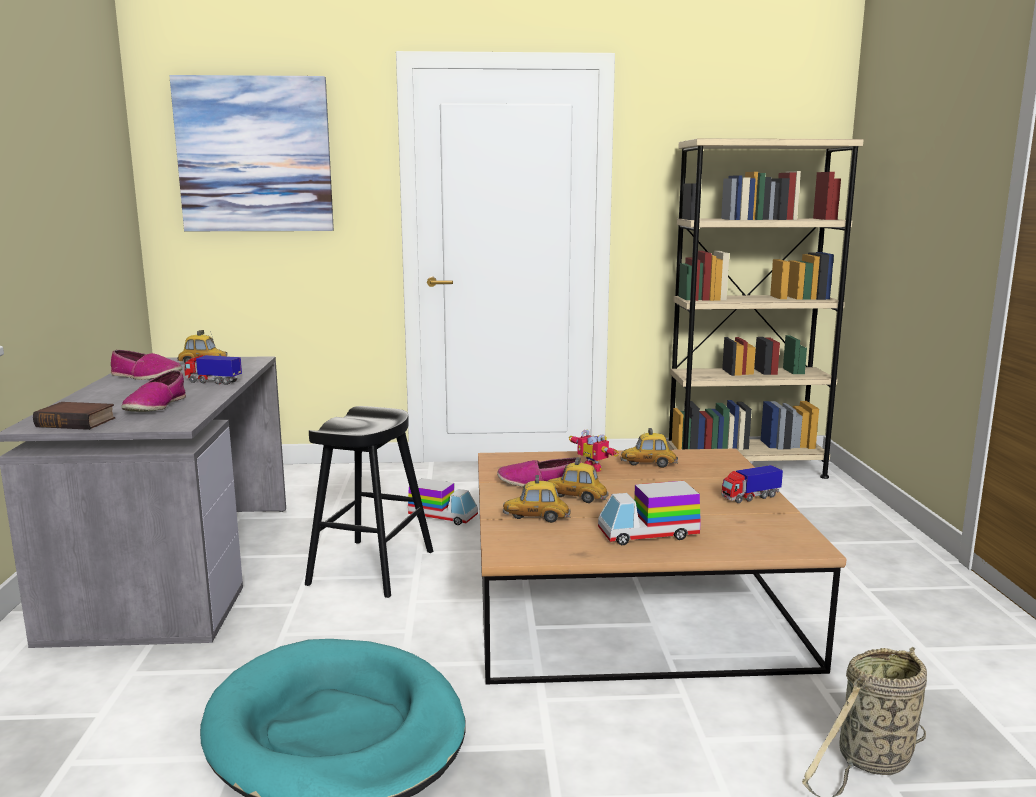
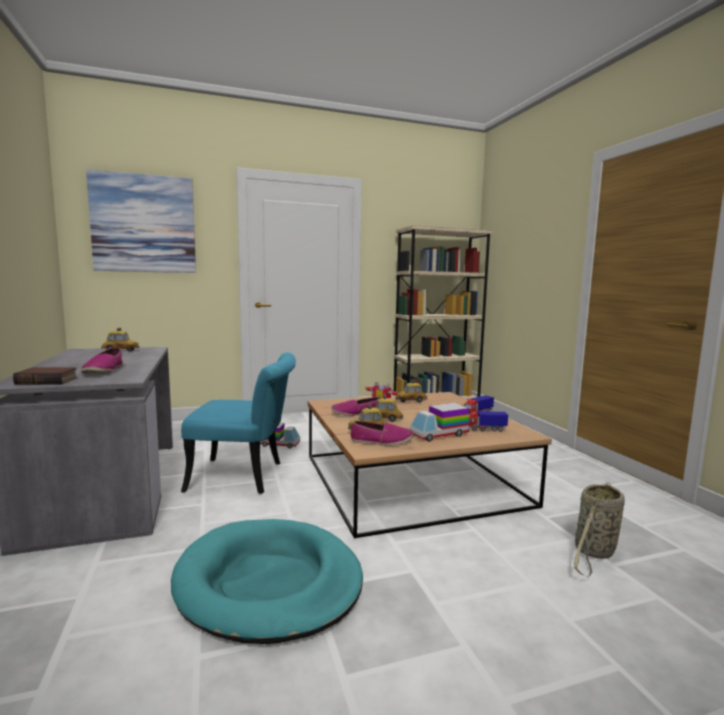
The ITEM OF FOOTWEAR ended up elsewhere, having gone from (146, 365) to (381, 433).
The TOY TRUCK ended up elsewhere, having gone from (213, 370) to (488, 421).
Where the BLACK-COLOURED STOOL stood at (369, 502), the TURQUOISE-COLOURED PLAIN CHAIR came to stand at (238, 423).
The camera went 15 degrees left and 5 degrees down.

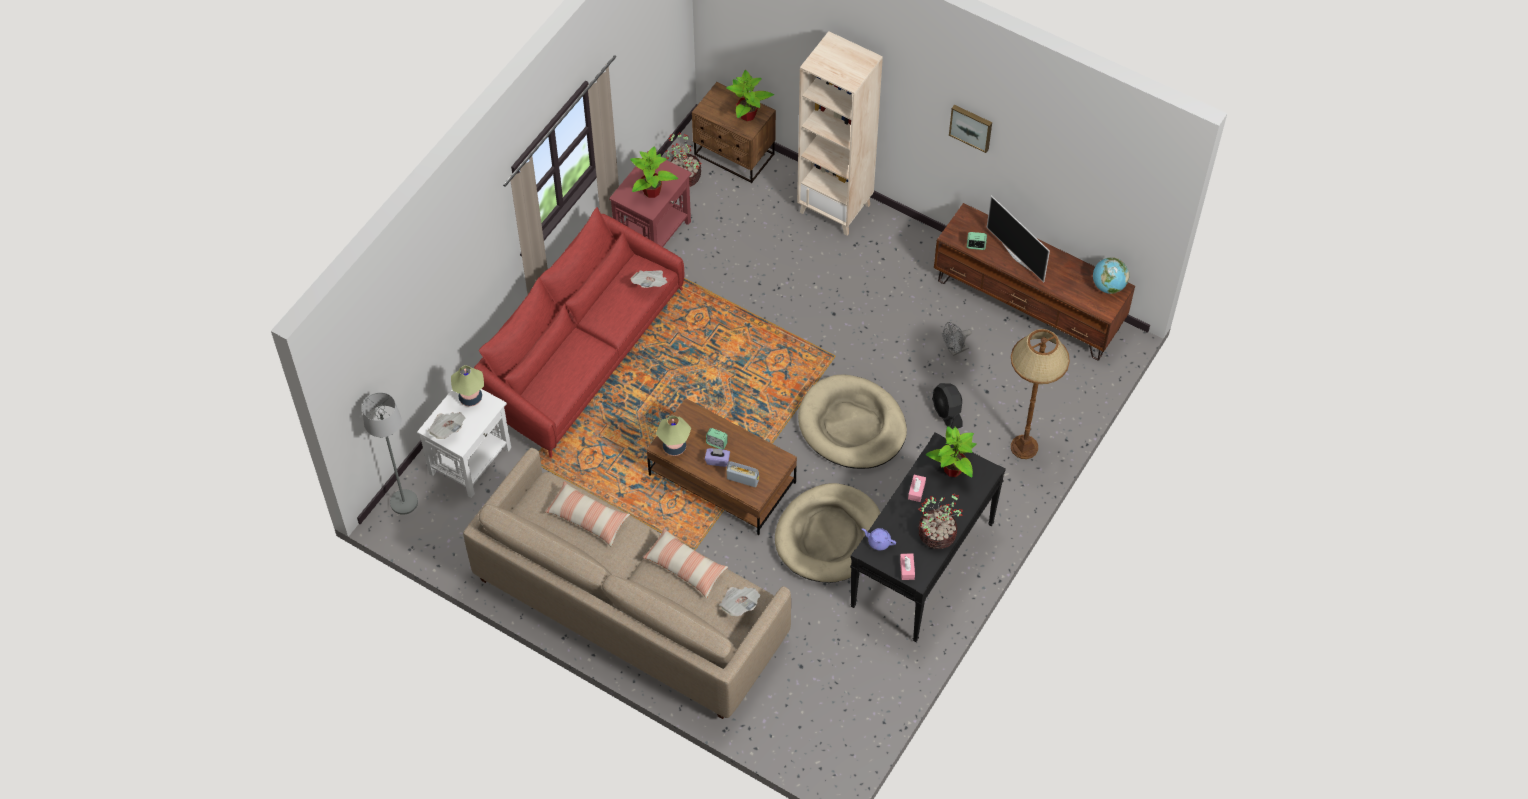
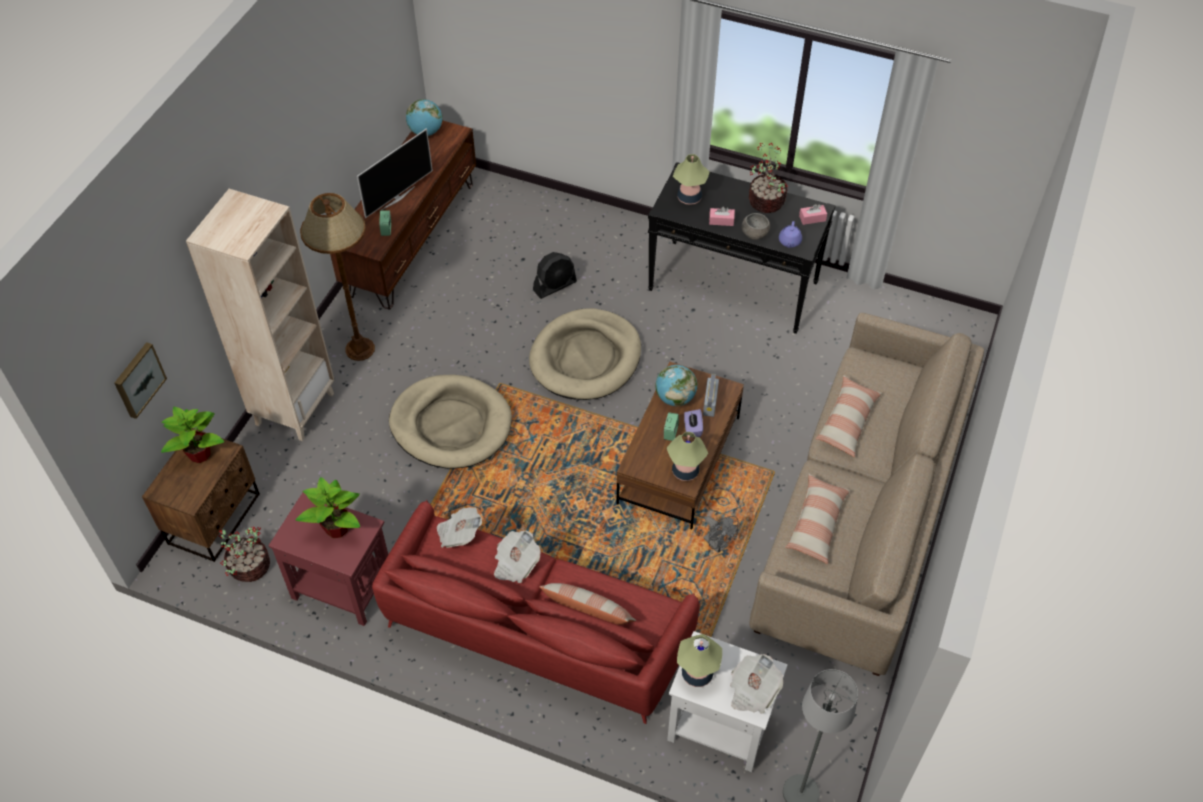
The second view gained the CUSHION at (587, 604).
The second view gained the GLOBE at (676, 385).
The second view gained the GREY DEEP DISH at (756, 226).
The DAILY PAPER ended up elsewhere, having gone from (739, 601) to (517, 557).
The BEIGE DOG CUSHION ended up elsewhere, having gone from (827, 533) to (450, 421).
The GREY ELECTRIC FAN ended up elsewhere, having gone from (957, 339) to (721, 534).
The WALL ART ended up elsewhere, having gone from (970, 129) to (141, 380).
The BROWN-COLOURED STANDARD LAMP ended up elsewhere, having gone from (1040, 394) to (337, 277).
Where the POTTED PLANT stood at (951, 452), the TABLE LAMP came to stand at (691, 179).
The camera went 100 degrees left and 5 degrees down.

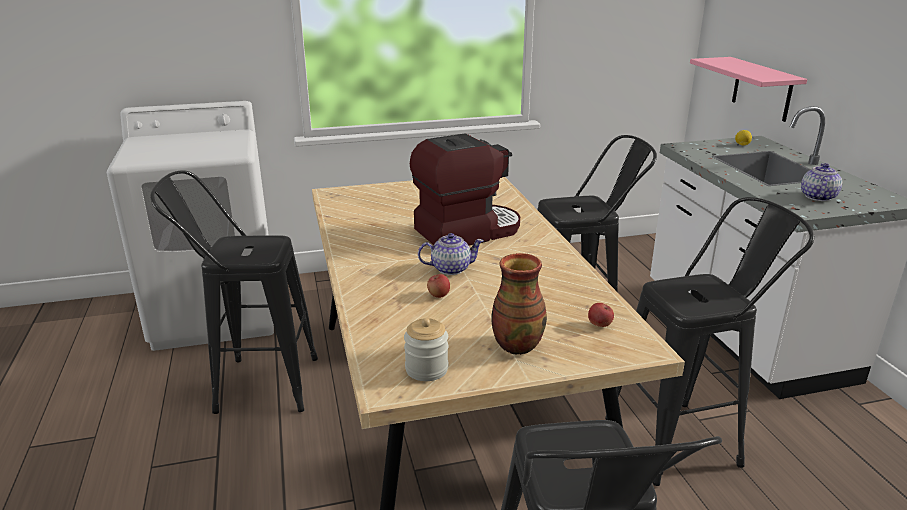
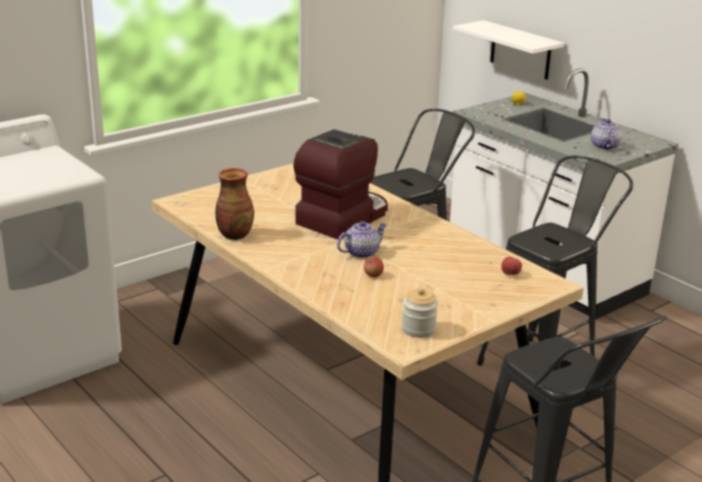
The second view lost the BLACK-COLOURED STOOL at (234, 292).
The DECORATIVE VASE ended up elsewhere, having gone from (519, 304) to (234, 204).
What was the PINK-COLOURED WALL SHELF at (748, 89) turned into the WHITISH WALL SHELF at (508, 50).
The camera went 25 degrees left and 0 degrees up.

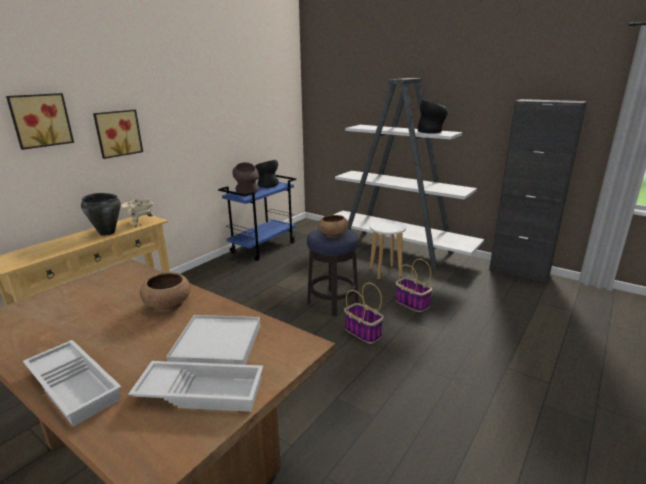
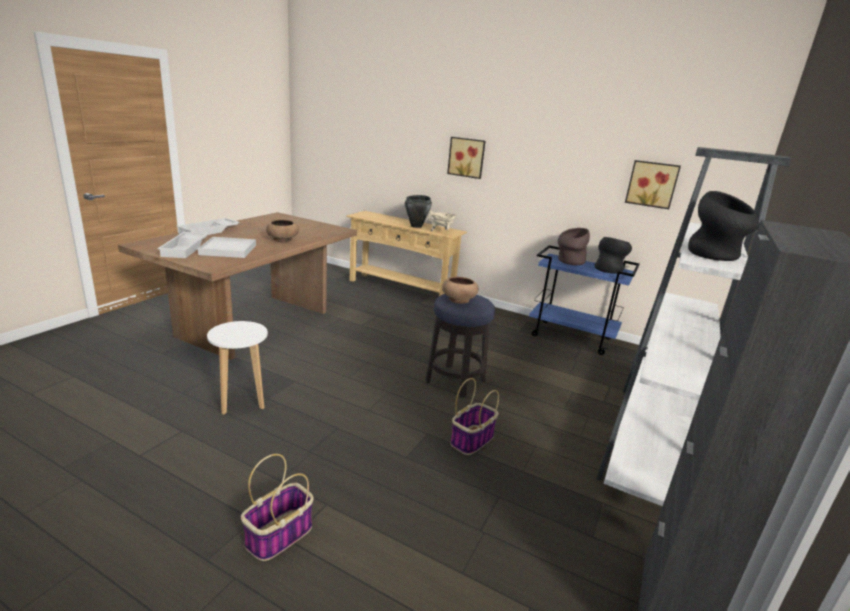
The WALL ART ended up elsewhere, having gone from (40, 121) to (653, 184).
The BASKET ended up elsewhere, having gone from (364, 313) to (277, 507).
The WHITISH STOOL ended up elsewhere, having gone from (388, 249) to (237, 368).
The camera went 80 degrees right and 0 degrees up.

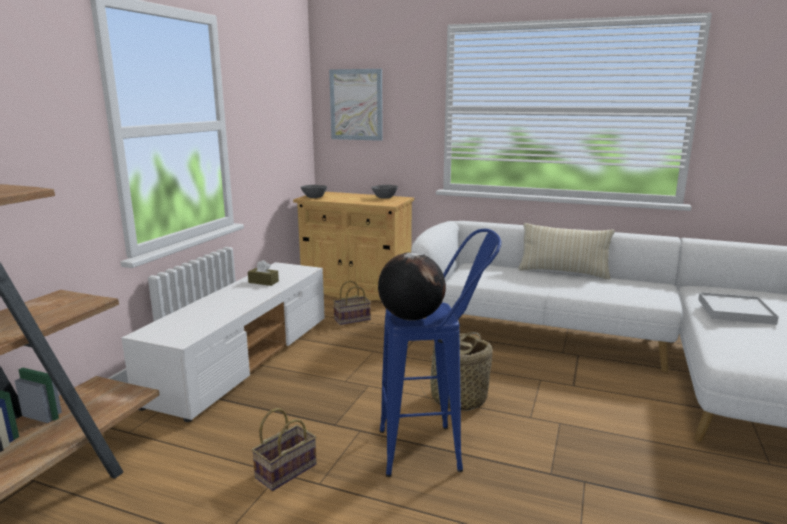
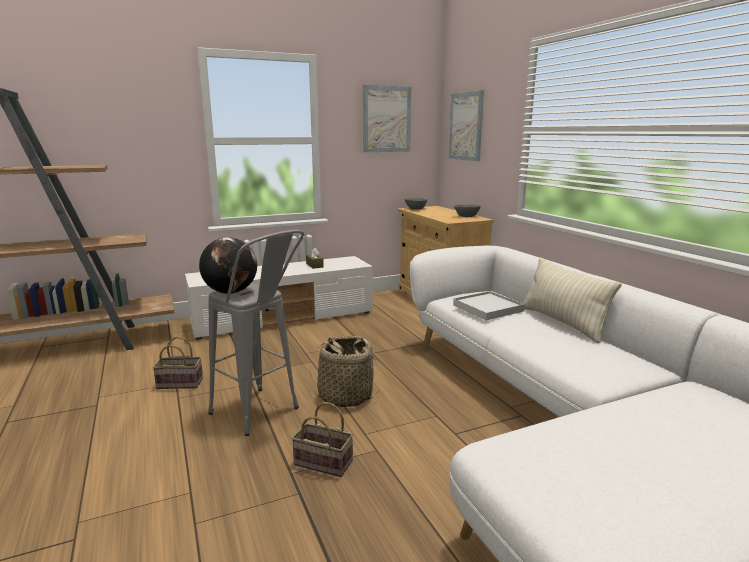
The second view gained the WALL ART at (387, 118).
The BASKET ended up elsewhere, having gone from (352, 303) to (322, 439).
The WHITISH CARRYING TRAY ended up elsewhere, having gone from (738, 308) to (488, 305).
What was the BLUE STOOL at (441, 353) turned into the GREY STOOL at (256, 333).
The camera went 45 degrees right and 0 degrees up.

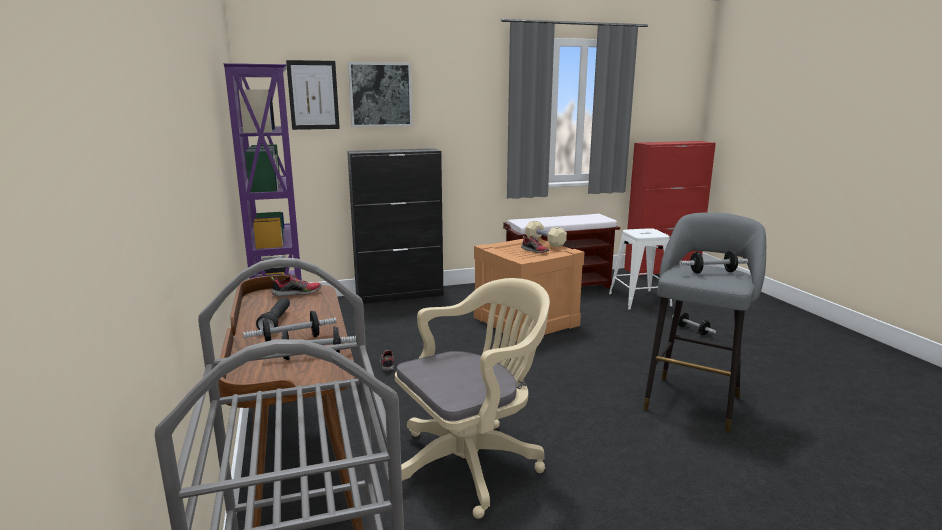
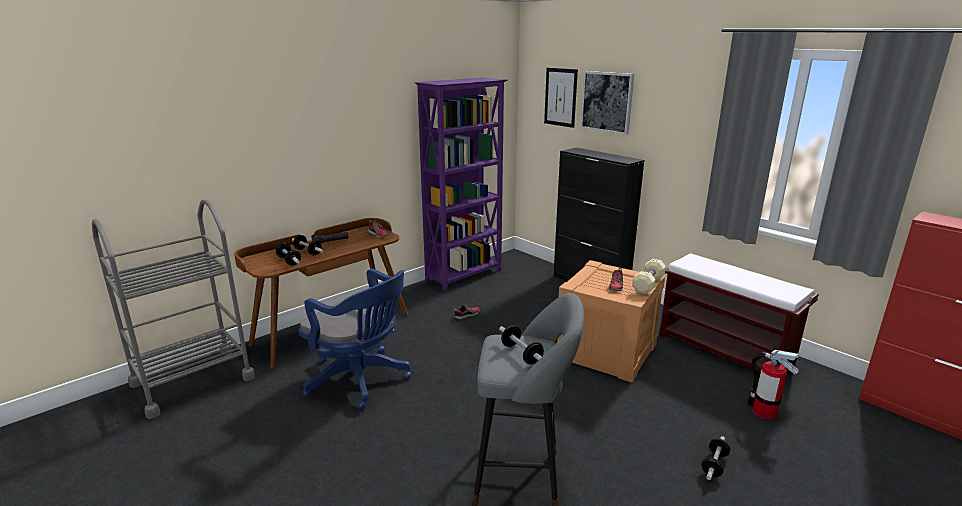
Where the WHITISH STOOL stood at (640, 269), the FIRE EXTINGUISHER came to stand at (773, 384).
What was the BEIGE OFFICE CHAIR at (472, 398) turned into the BLUE OFFICE CHAIR at (355, 339).
The camera went 65 degrees right and 5 degrees up.

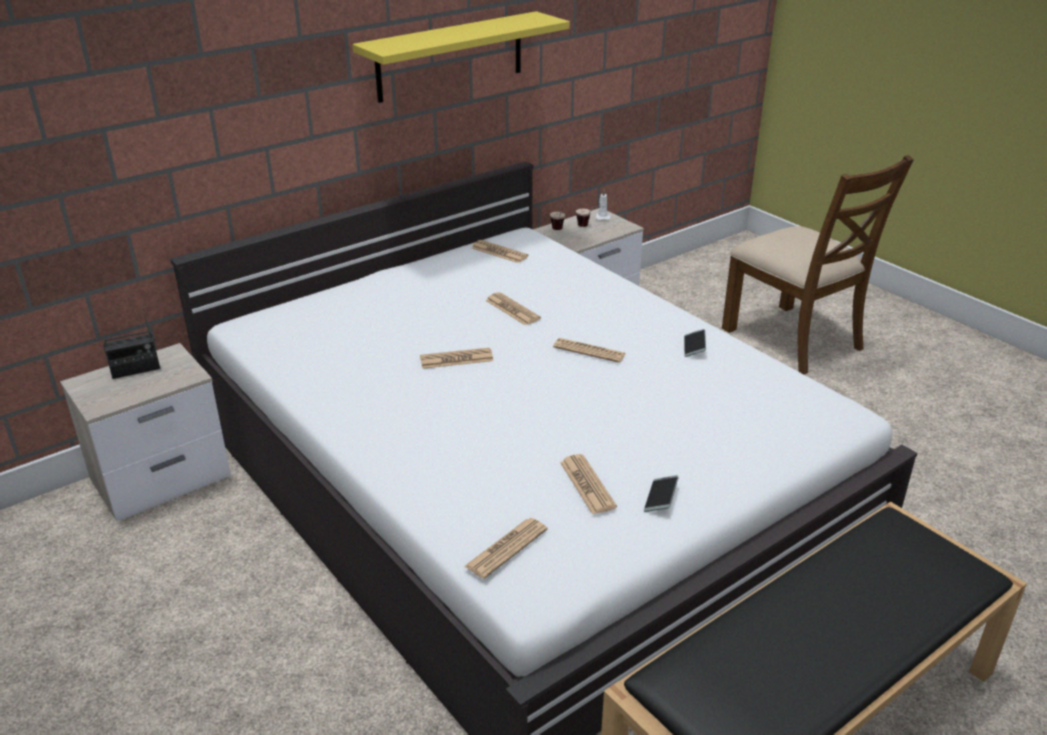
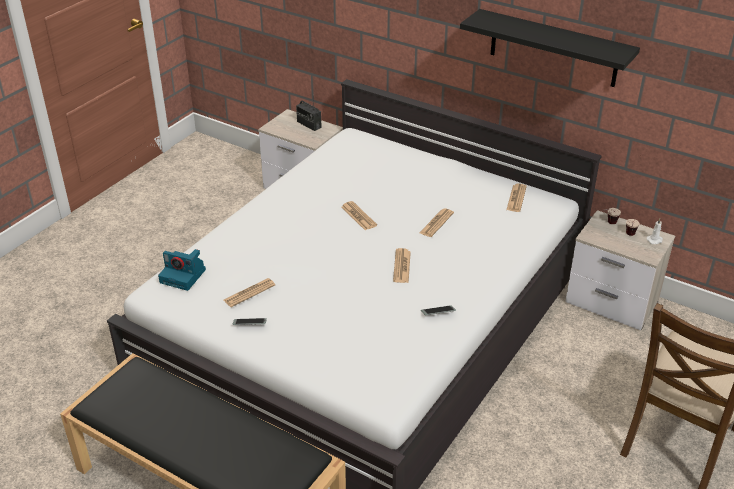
Where the DAILY PAPER stood at (505, 548), the STILL CAMERA came to stand at (182, 270).
What was the YELLOWISH WALL SHELF at (461, 57) turned into the BLACK-COLOURED WALL SHELF at (550, 48).
The camera went 70 degrees right and 5 degrees up.

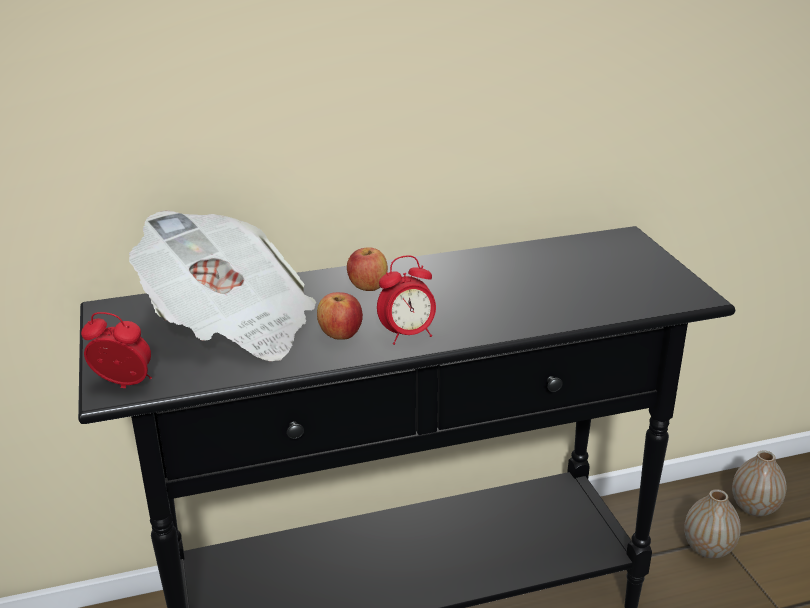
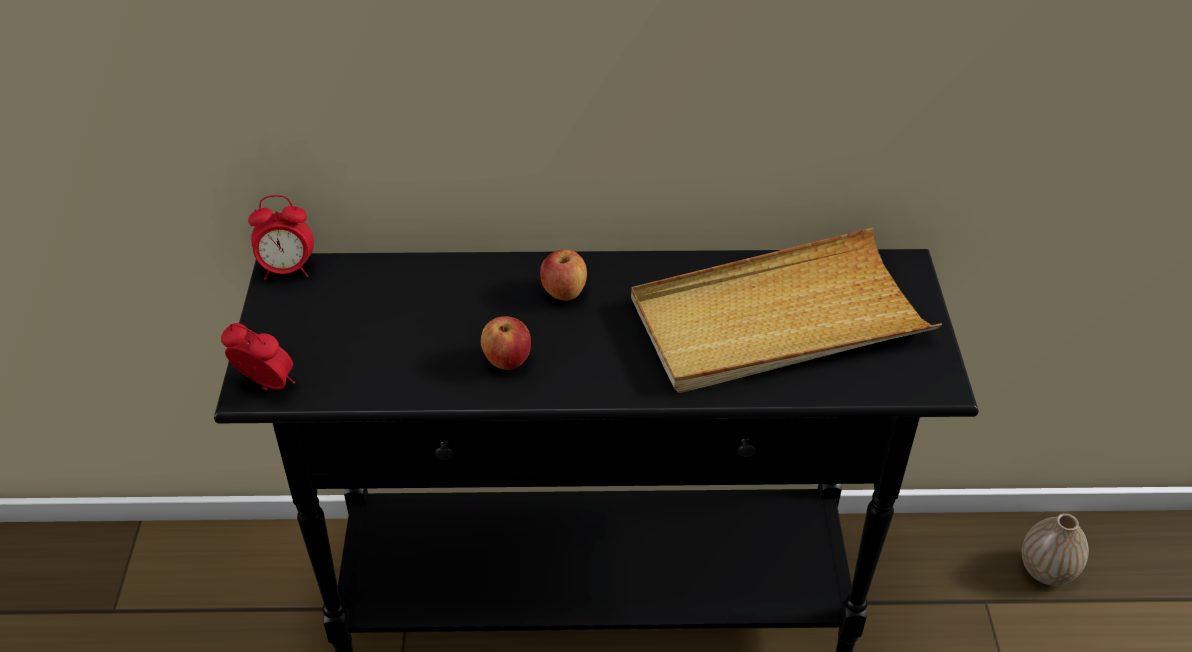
The second view lost the DAILY PAPER at (222, 285).
The second view lost the DECORATIVE VASE at (712, 523).
The second view gained the BEIGE CARRYING TRAY at (786, 310).
The BEDSIDE CLOCK ended up elsewhere, having gone from (406, 300) to (281, 237).
The camera went 15 degrees right and 15 degrees up.

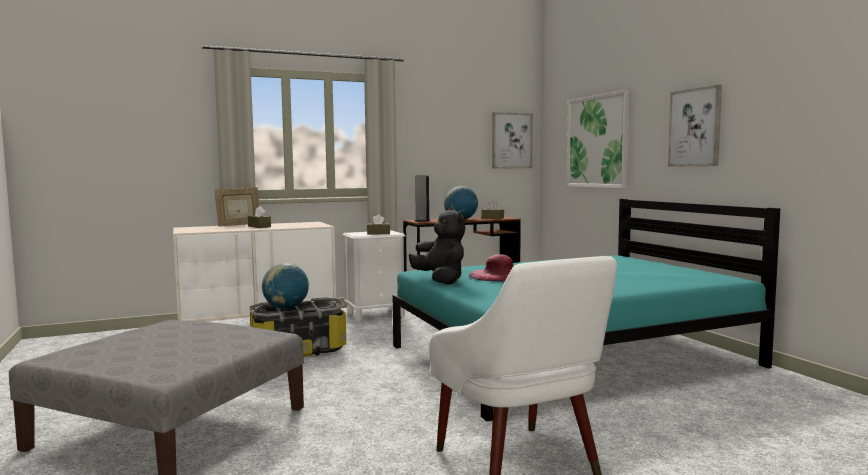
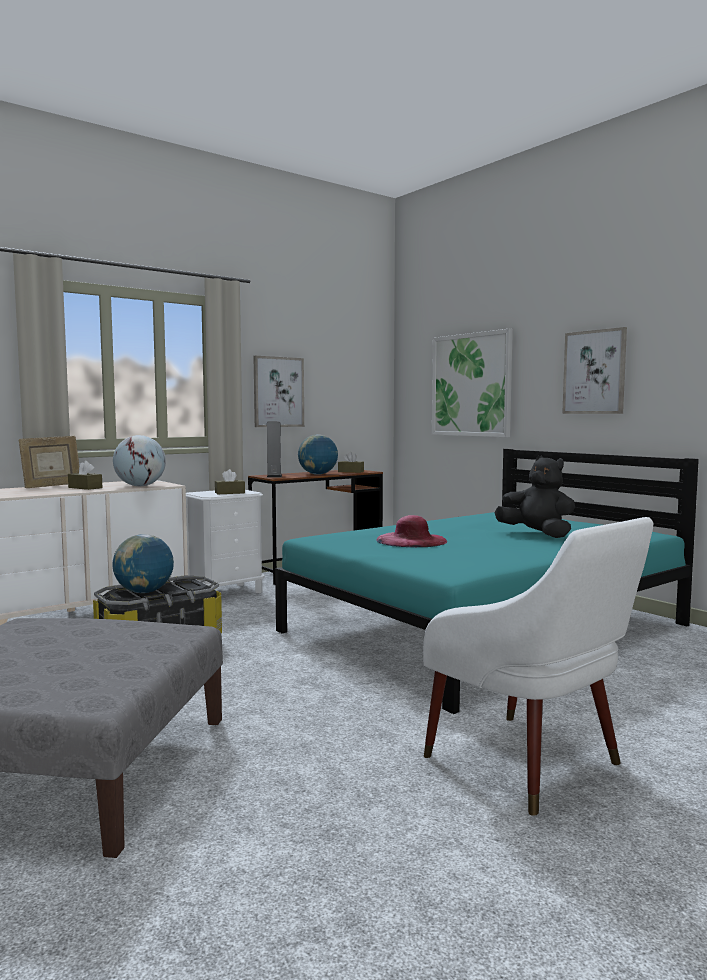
The second view gained the GLOBE at (139, 460).
The BLACK-COLOURED PLUSH TOY ended up elsewhere, having gone from (437, 246) to (535, 496).
The WALL ART ended up elsewhere, having gone from (512, 140) to (278, 391).
The camera went 15 degrees left and 0 degrees up.

